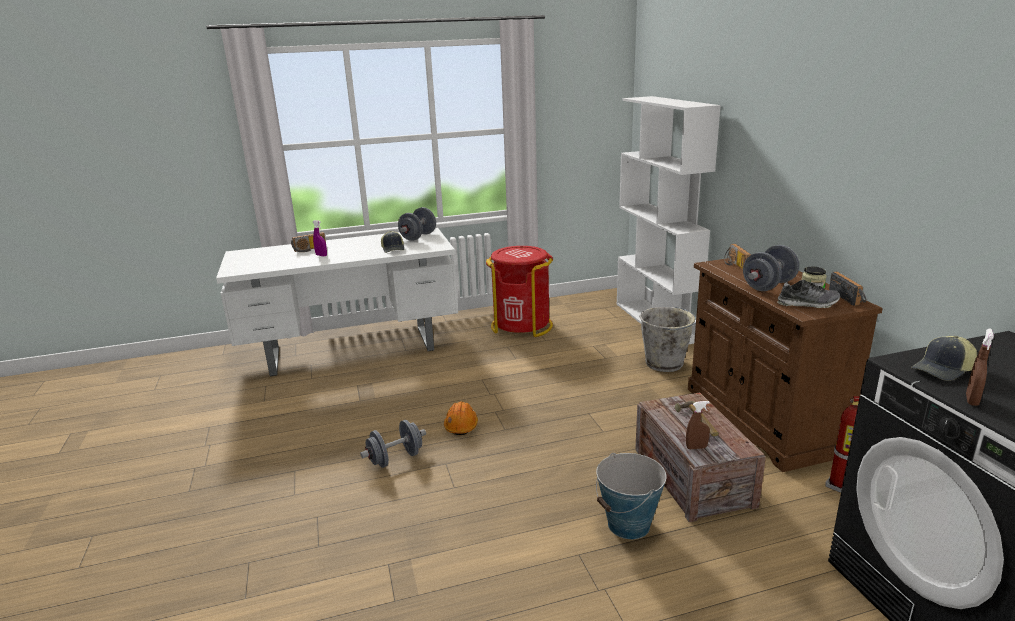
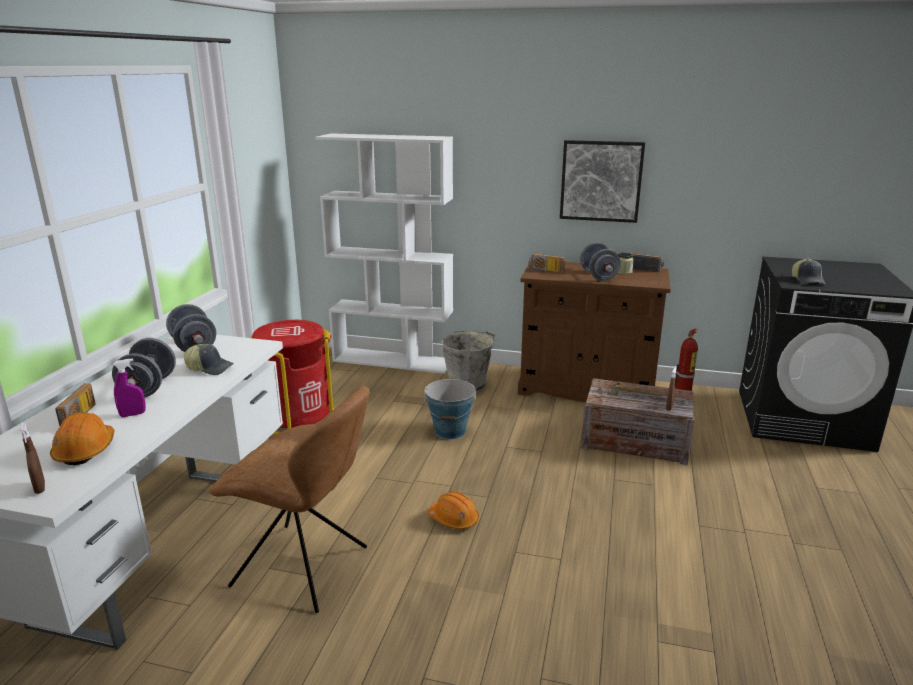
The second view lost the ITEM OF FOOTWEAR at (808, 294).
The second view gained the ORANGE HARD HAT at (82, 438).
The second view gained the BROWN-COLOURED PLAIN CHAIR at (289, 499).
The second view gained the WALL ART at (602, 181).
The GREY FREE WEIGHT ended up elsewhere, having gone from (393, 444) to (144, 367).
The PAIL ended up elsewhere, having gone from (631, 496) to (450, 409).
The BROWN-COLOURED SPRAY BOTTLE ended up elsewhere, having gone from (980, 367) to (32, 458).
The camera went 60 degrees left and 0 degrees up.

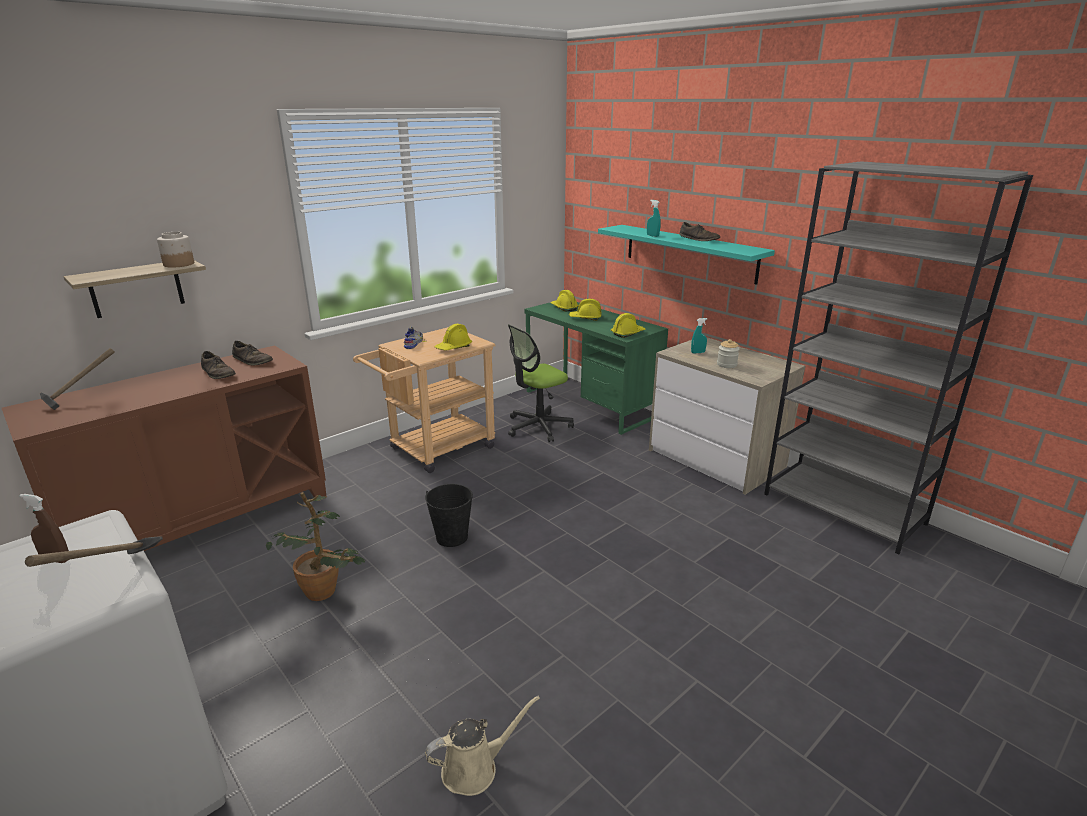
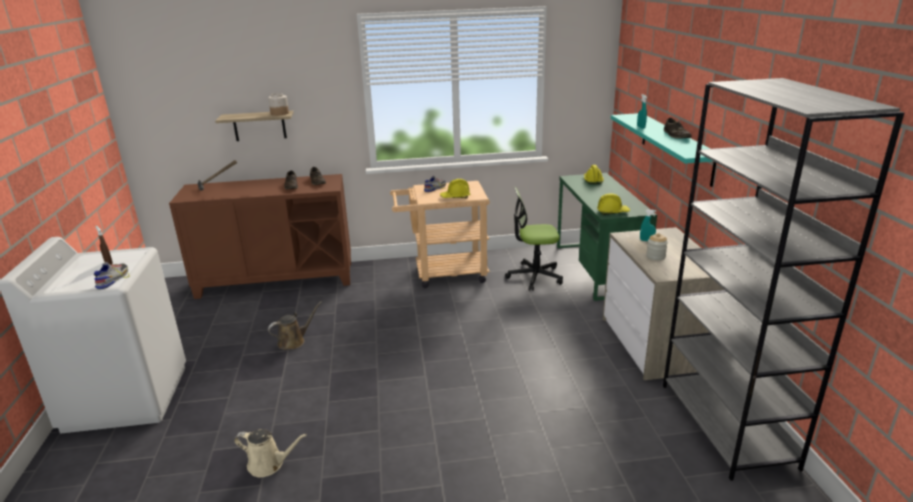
The second view lost the BLACK-COLOURED PAIL at (449, 515).
The second view lost the YELLOWISH HARD HAT at (585, 310).
Where the HAND HAMMER stood at (94, 551), the ITEM OF FOOTWEAR came to stand at (112, 275).
Where the POTTED PLANT stood at (316, 546), the BROWN-COLOURED WATERING CAN came to stand at (295, 325).
The camera went 35 degrees right and 0 degrees up.

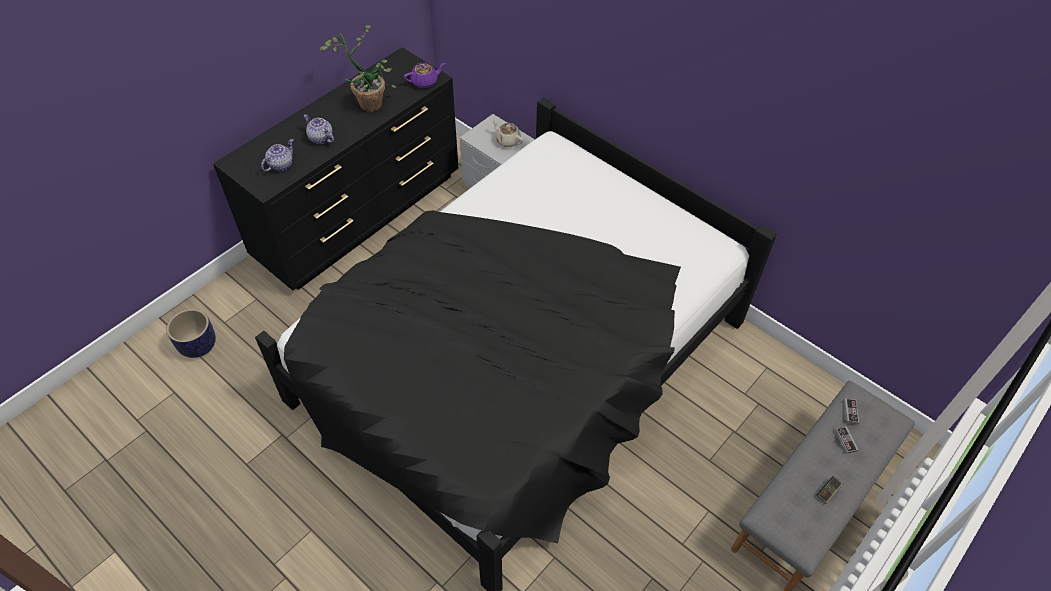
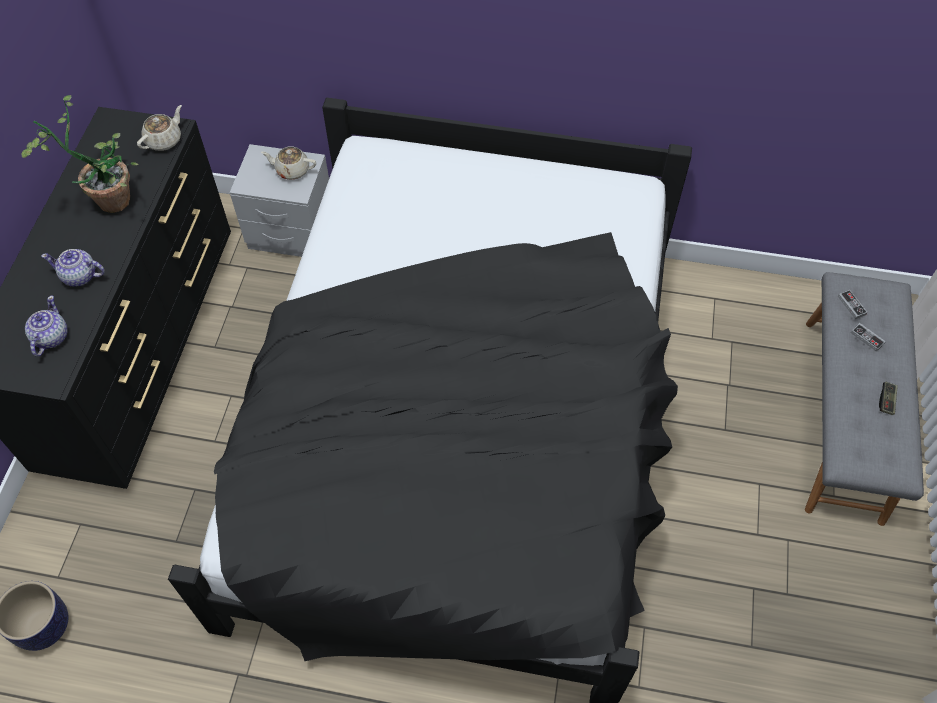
What was the PURPLE-COLOURED POT FOR TEA at (424, 75) turned into the BEIGE POT FOR TEA at (159, 128).
The camera went 30 degrees left and 5 degrees up.

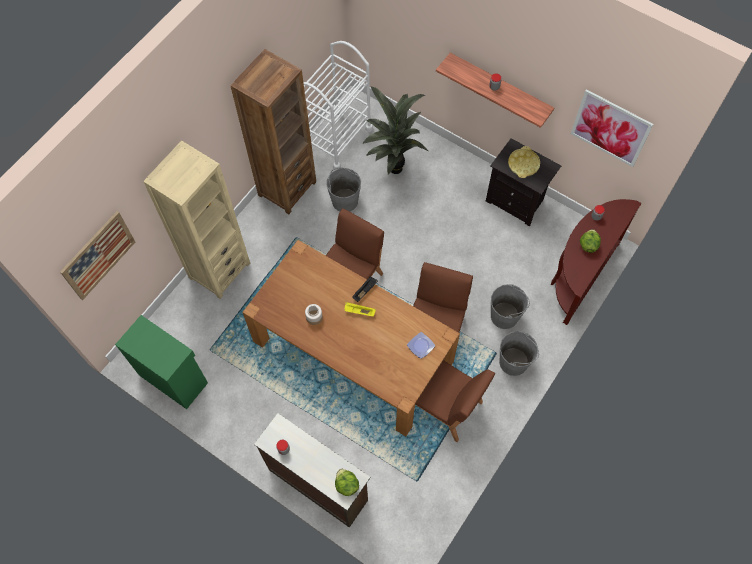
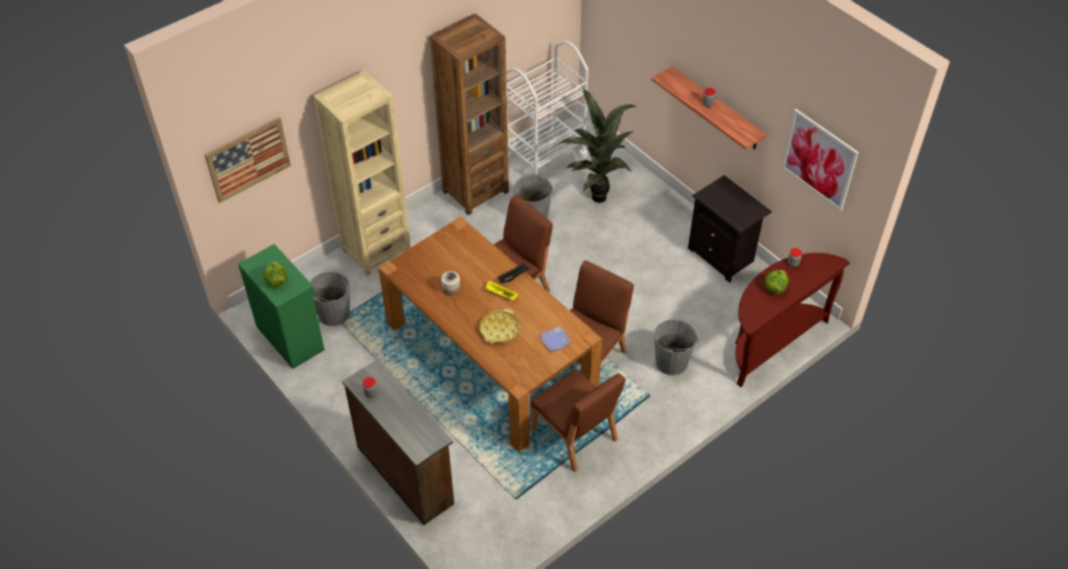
The HEAD OF LETTUCE ended up elsewhere, having gone from (347, 482) to (275, 274).
The GREY PAIL ended up elsewhere, having gone from (519, 353) to (330, 298).
The YELLOWISH CARRYING TRAY ended up elsewhere, having gone from (524, 162) to (499, 326).
The camera went 15 degrees right and 15 degrees down.

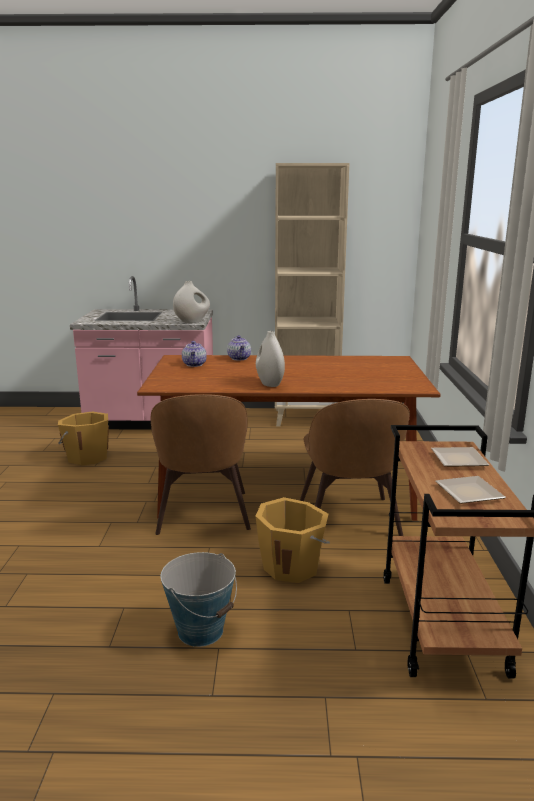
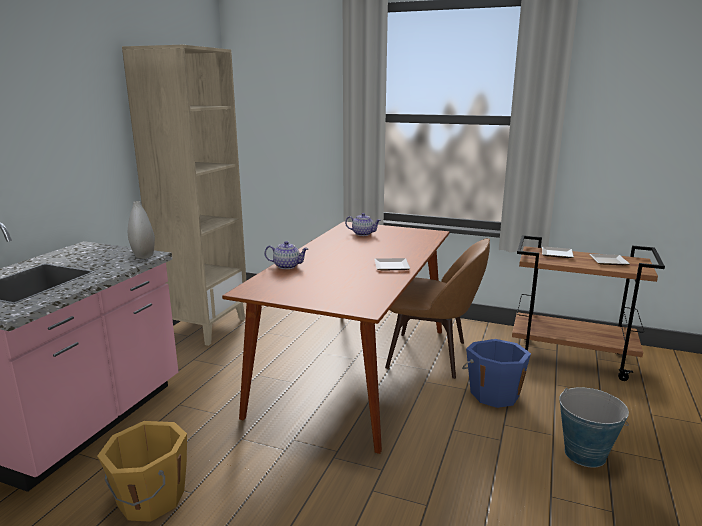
The second view lost the BROWN-COLOURED PLAIN CHAIR at (201, 464).
The POT FOR TEA ended up elsewhere, having gone from (194, 354) to (363, 224).
Where the WHITISH DECORATIVE VASE stood at (270, 359), the PLATE came to stand at (392, 264).
What was the ORANGE PAIL at (293, 540) turned into the BLUE PAIL at (496, 373).
The camera went 70 degrees left and 0 degrees up.

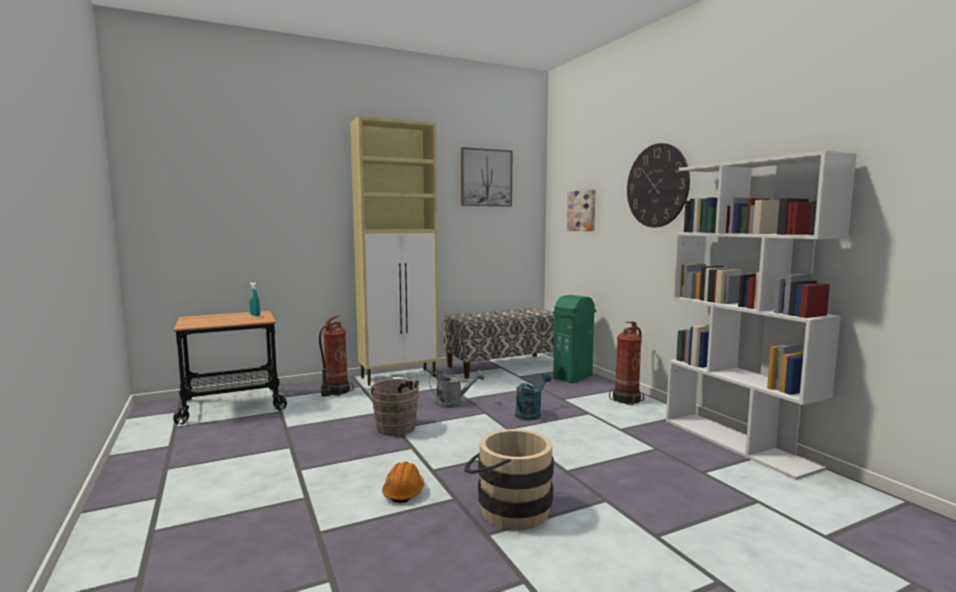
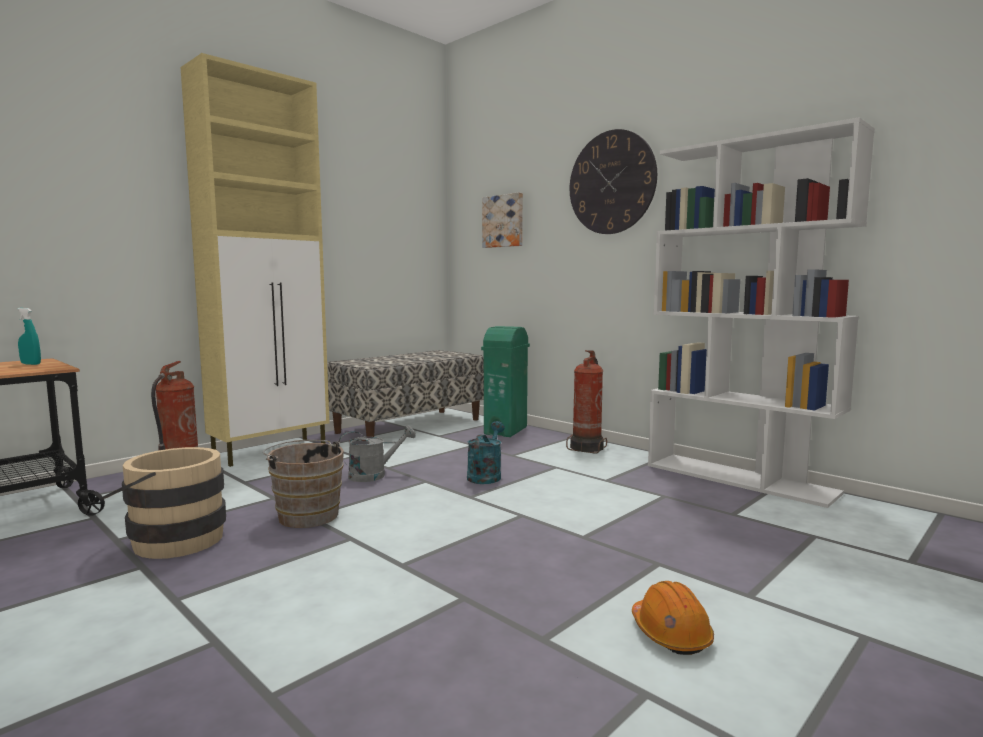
The second view lost the WALL ART at (486, 176).
The ORANGE HARD HAT ended up elsewhere, having gone from (403, 482) to (673, 618).
The BEIGE PAIL ended up elsewhere, having gone from (509, 479) to (164, 503).
The camera went 20 degrees left and 0 degrees up.

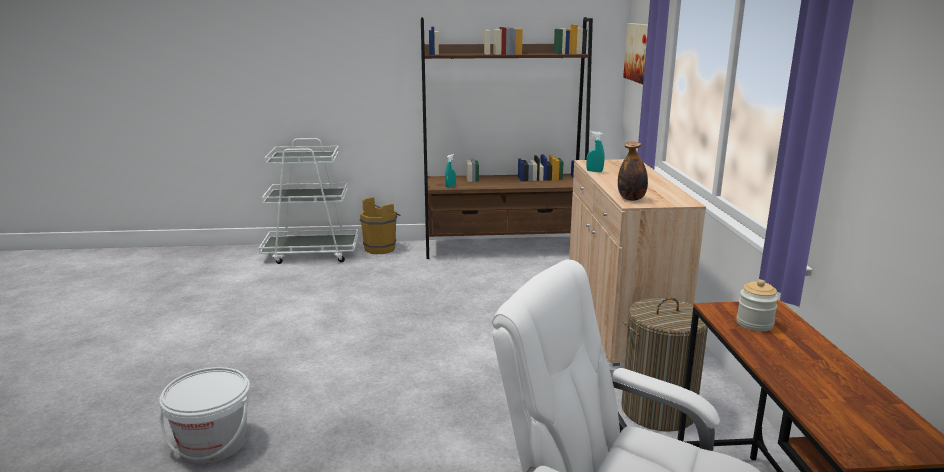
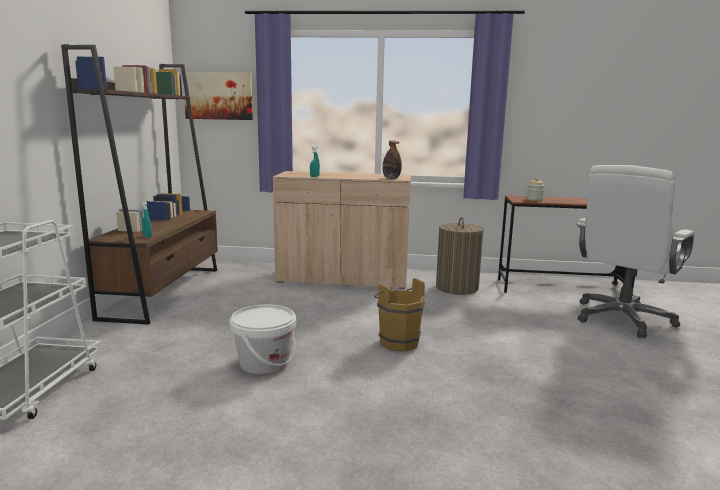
The WHITISH PAIL ended up elsewhere, having gone from (205, 415) to (263, 339).
The BROWN-COLOURED PAIL ended up elsewhere, having gone from (380, 225) to (399, 315).
The camera went 80 degrees left and 5 degrees down.

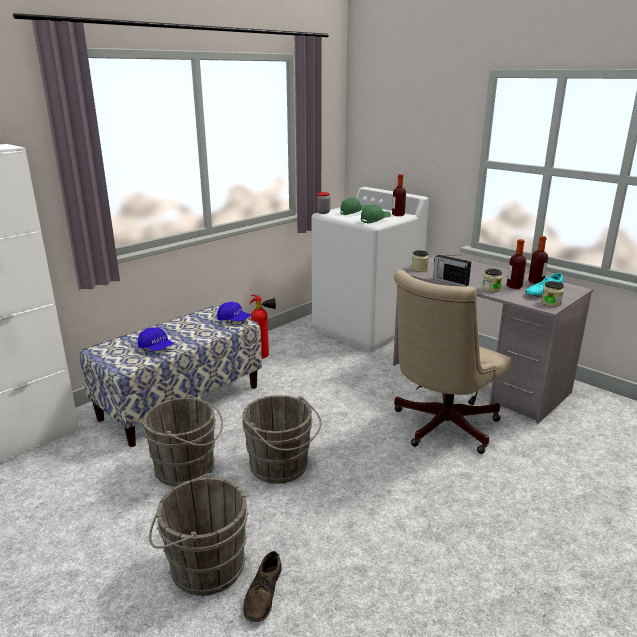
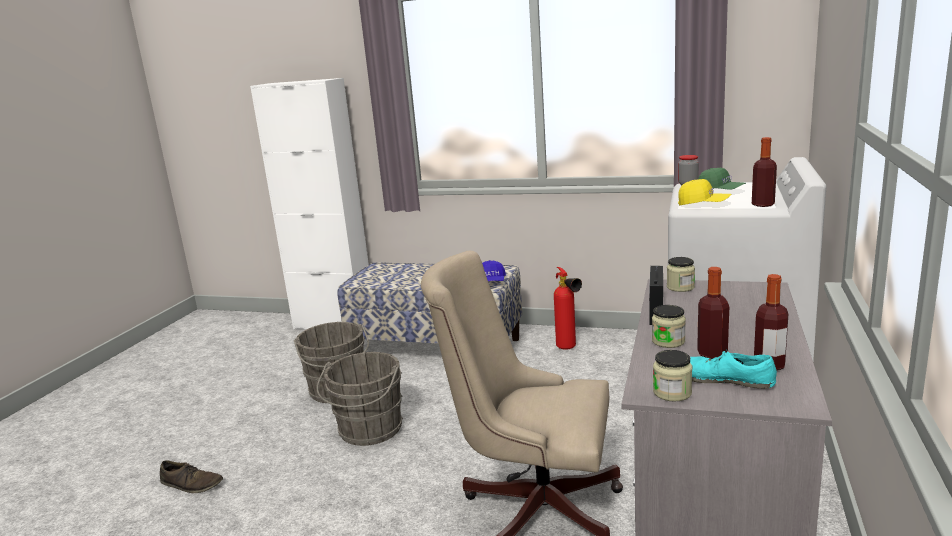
The second view lost the BLUE CAP at (156, 339).
The second view lost the GREY PAIL at (199, 534).
What was the GREENISH CAP at (376, 214) turned into the YELLOWISH CAP at (704, 192).
The BROWN-COLOURED ITEM OF FOOTWEAR at (262, 586) ended up facing another way, 150 degrees counterclockwise from before.
The camera went 65 degrees right and 5 degrees down.

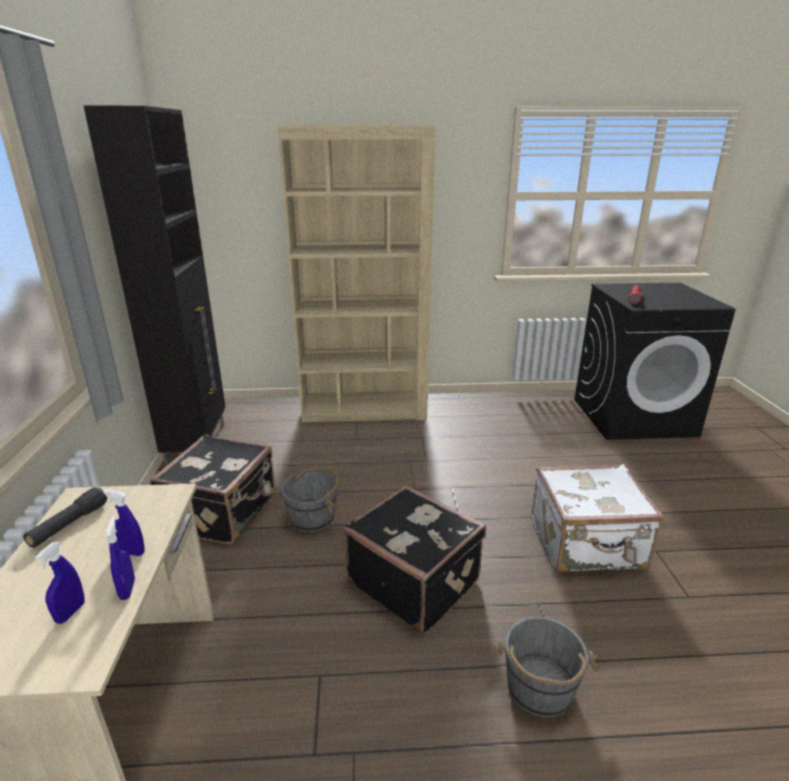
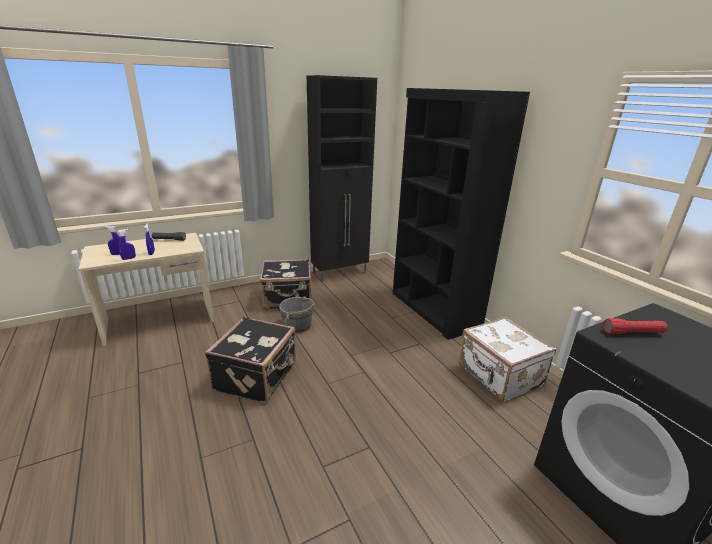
The second view lost the GREY PAIL at (544, 667).
The WHITISH PIECE OF LUGGAGE ended up elsewhere, having gone from (598, 518) to (507, 360).
What was the BEIGE BOOKCASE at (356, 273) turned into the BLACK-COLOURED BOOKCASE at (461, 214).
The camera went 65 degrees right and 0 degrees up.

